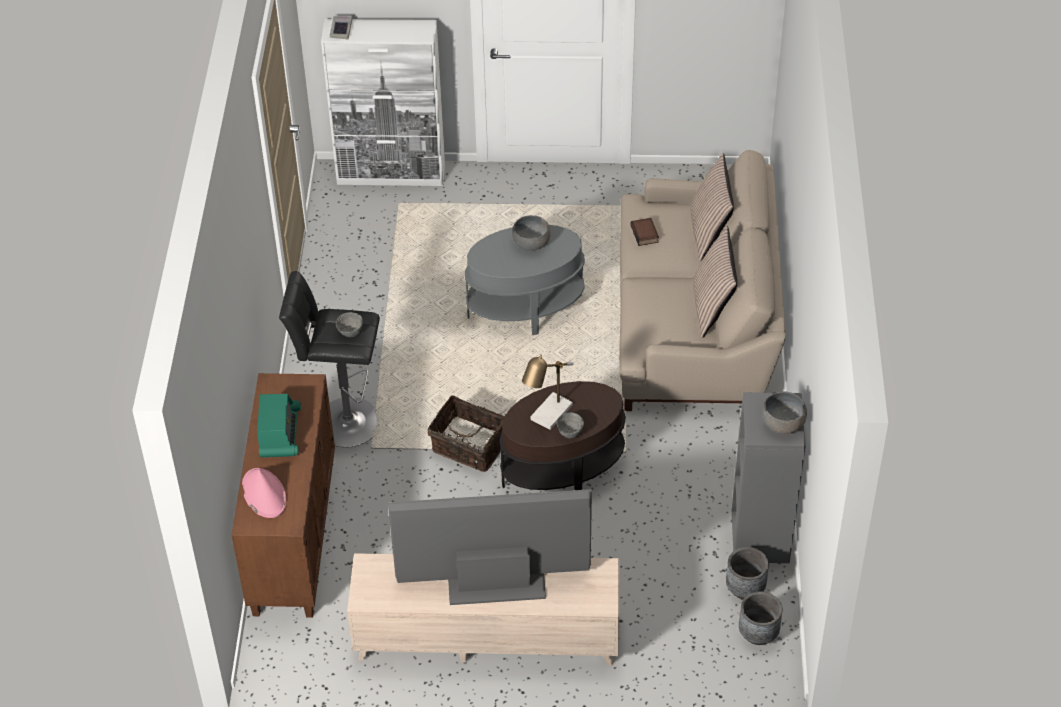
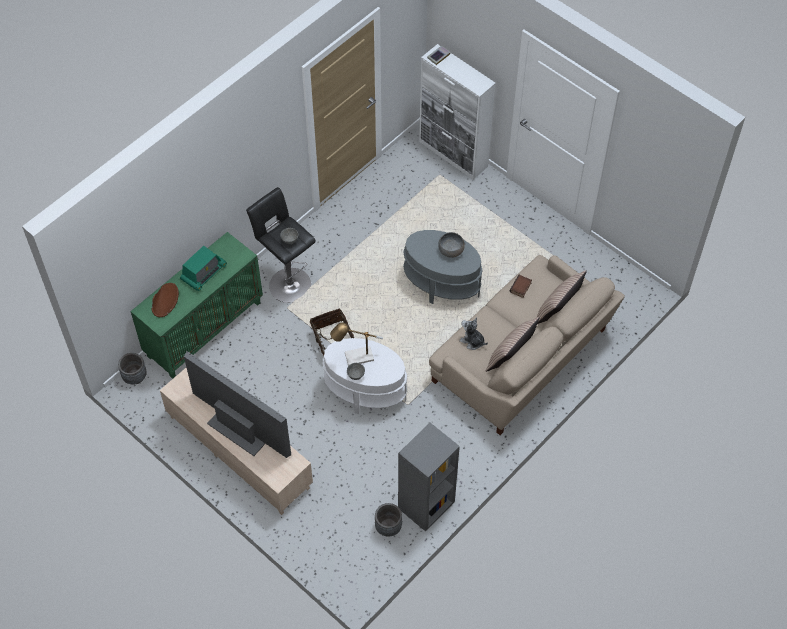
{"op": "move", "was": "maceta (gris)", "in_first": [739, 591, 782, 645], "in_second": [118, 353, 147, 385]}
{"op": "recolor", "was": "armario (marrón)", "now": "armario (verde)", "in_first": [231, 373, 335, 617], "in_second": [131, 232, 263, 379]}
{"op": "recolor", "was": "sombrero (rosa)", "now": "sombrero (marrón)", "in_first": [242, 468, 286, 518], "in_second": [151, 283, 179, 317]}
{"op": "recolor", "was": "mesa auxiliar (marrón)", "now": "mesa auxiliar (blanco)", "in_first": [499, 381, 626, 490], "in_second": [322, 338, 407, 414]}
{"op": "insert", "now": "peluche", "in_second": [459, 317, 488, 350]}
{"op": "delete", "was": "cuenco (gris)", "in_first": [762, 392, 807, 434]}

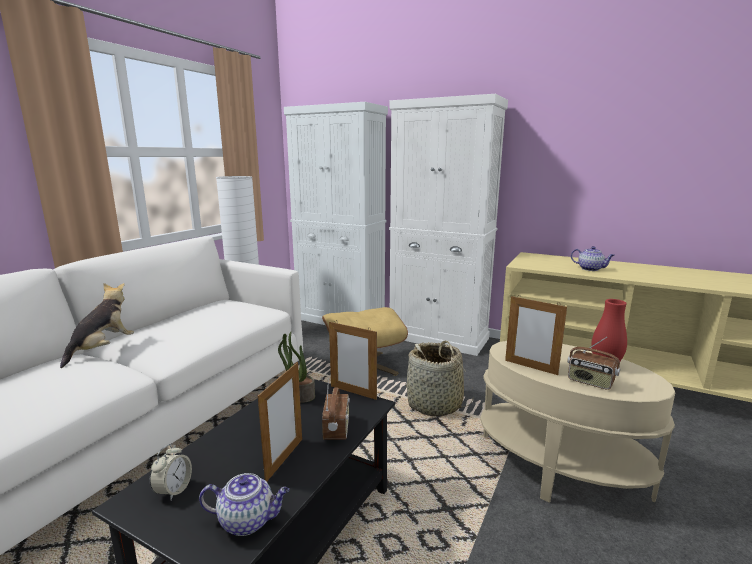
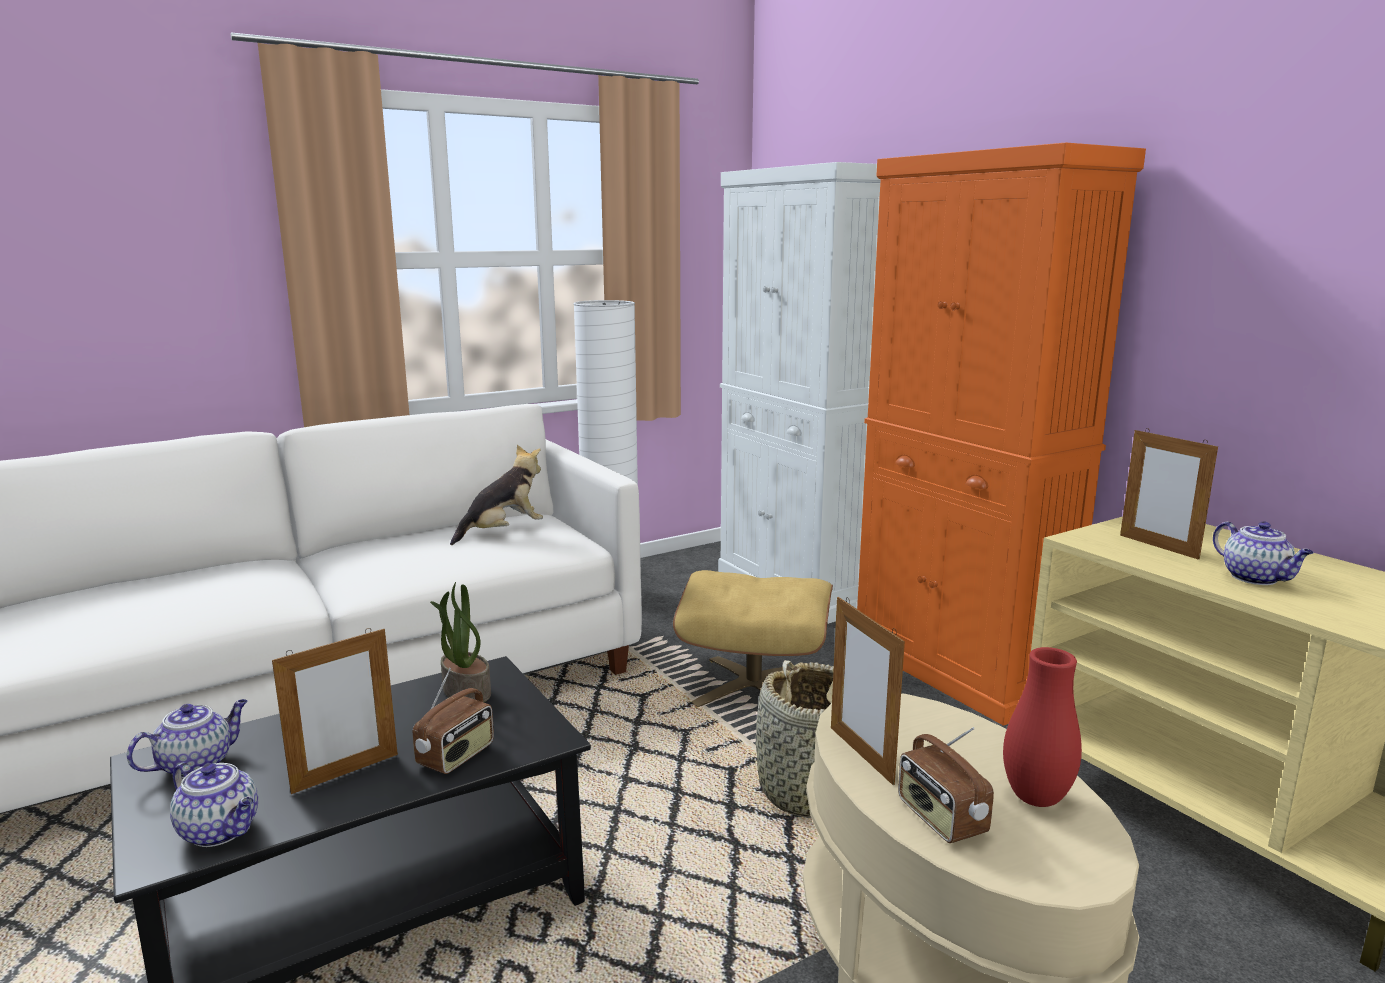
{"op": "replace", "was": "despertador", "now": "tetera", "in_first": [150, 444, 192, 501], "in_second": [127, 699, 247, 778]}
{"op": "move", "was": "peluche", "in_first": [60, 283, 134, 368], "in_second": [450, 445, 543, 545]}
{"op": "recolor", "was": "armario (blanco)", "now": "armario (naranja)", "in_first": [389, 94, 508, 356], "in_second": [857, 143, 1146, 726]}
{"op": "move", "was": "portarretratos", "in_first": [329, 322, 377, 400], "in_second": [1120, 428, 1218, 560]}

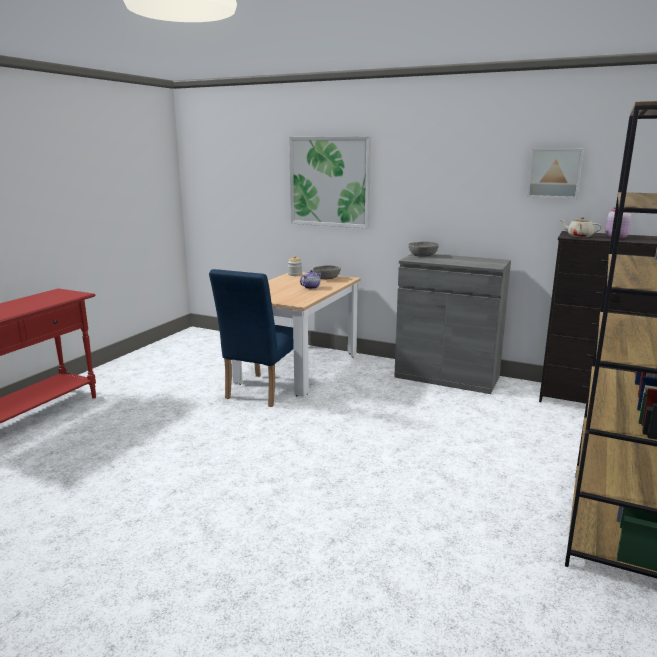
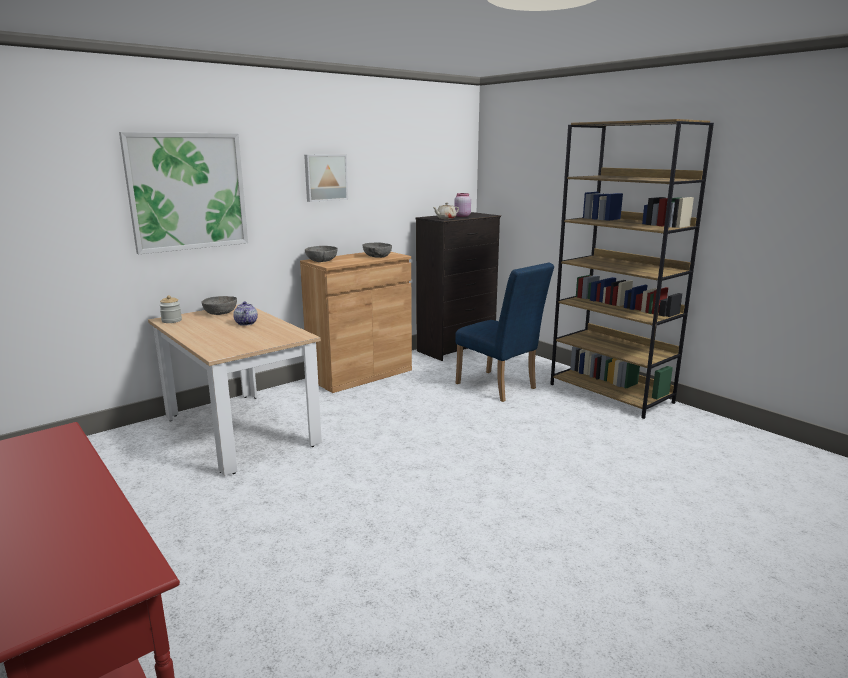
{"op": "recolor", "was": "armario (gris)", "now": "armario (marrón)", "in_first": [394, 254, 511, 394], "in_second": [300, 252, 412, 393]}
{"op": "move", "was": "cuadro", "in_first": [527, 149, 584, 199], "in_second": [304, 154, 348, 202]}
{"op": "insert", "now": "cuenco (gris)", "in_second": [363, 242, 392, 258]}
{"op": "move", "was": "silla (azul)", "in_first": [209, 269, 294, 407], "in_second": [455, 263, 554, 402]}

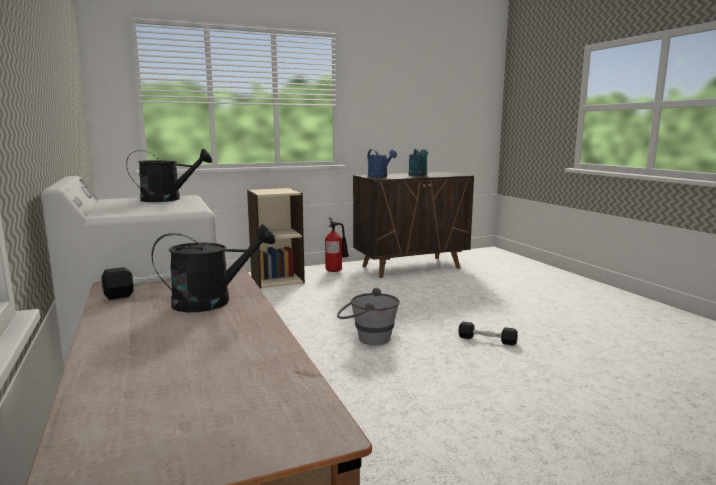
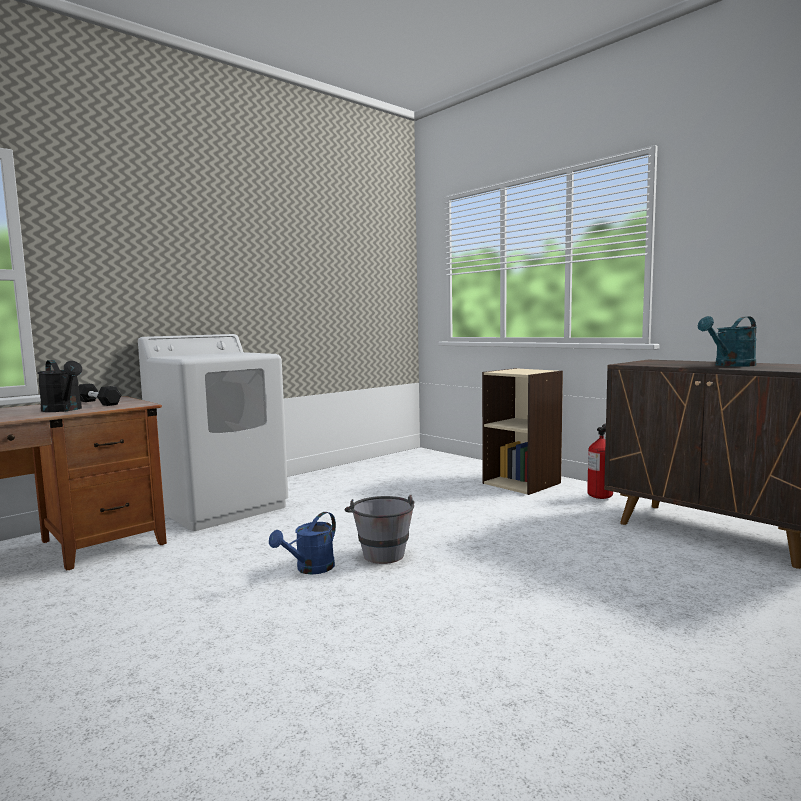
{"op": "move", "was": "regadera (azul)", "in_first": [367, 149, 397, 177], "in_second": [269, 512, 336, 574]}
{"op": "delete", "was": "regadera (negro)", "in_first": [126, 149, 212, 202]}
{"op": "delete", "was": "mancuerna (negro)", "in_first": [458, 322, 518, 346]}

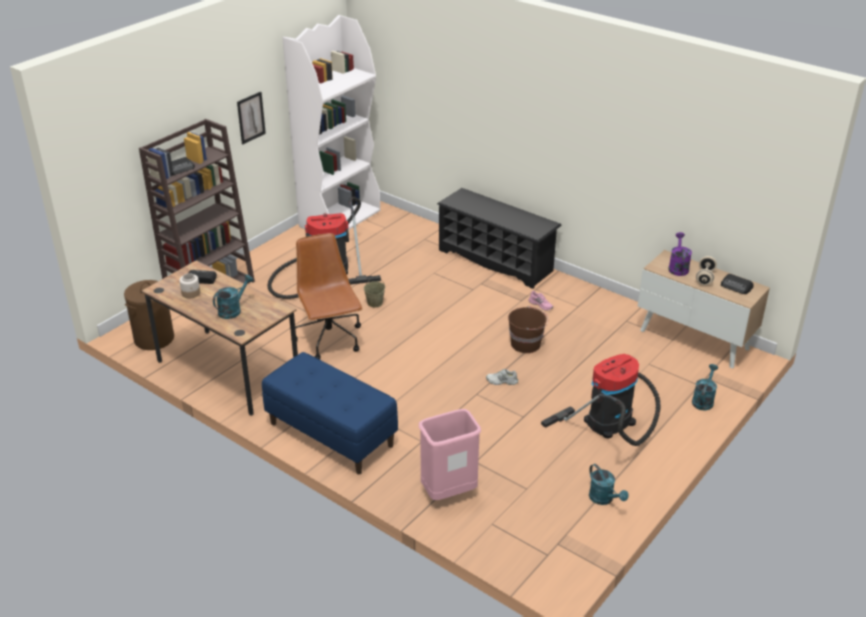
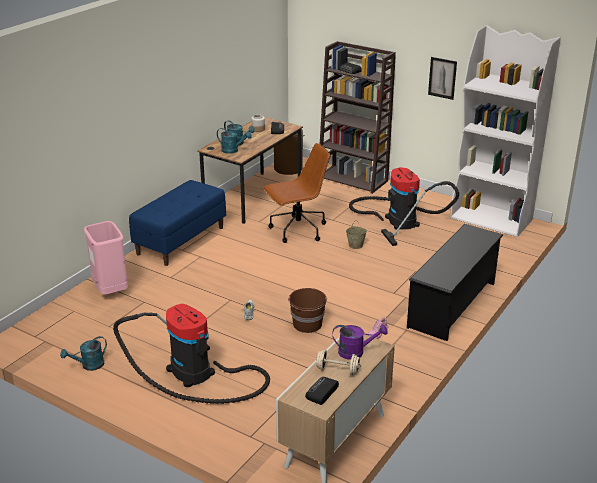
{"op": "move", "was": "regadera (turquesa)", "in_first": [692, 364, 718, 410], "in_second": [217, 128, 252, 154]}

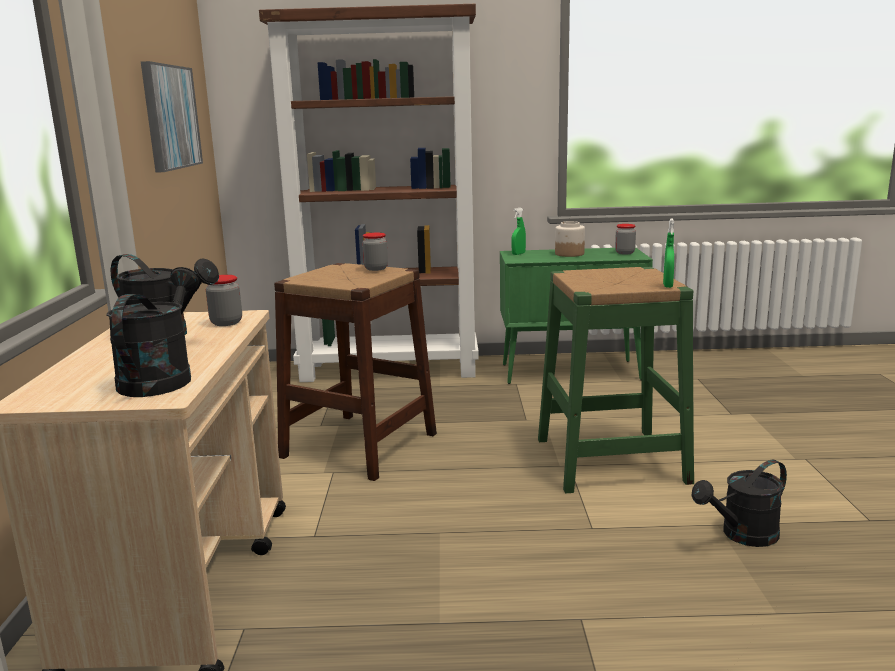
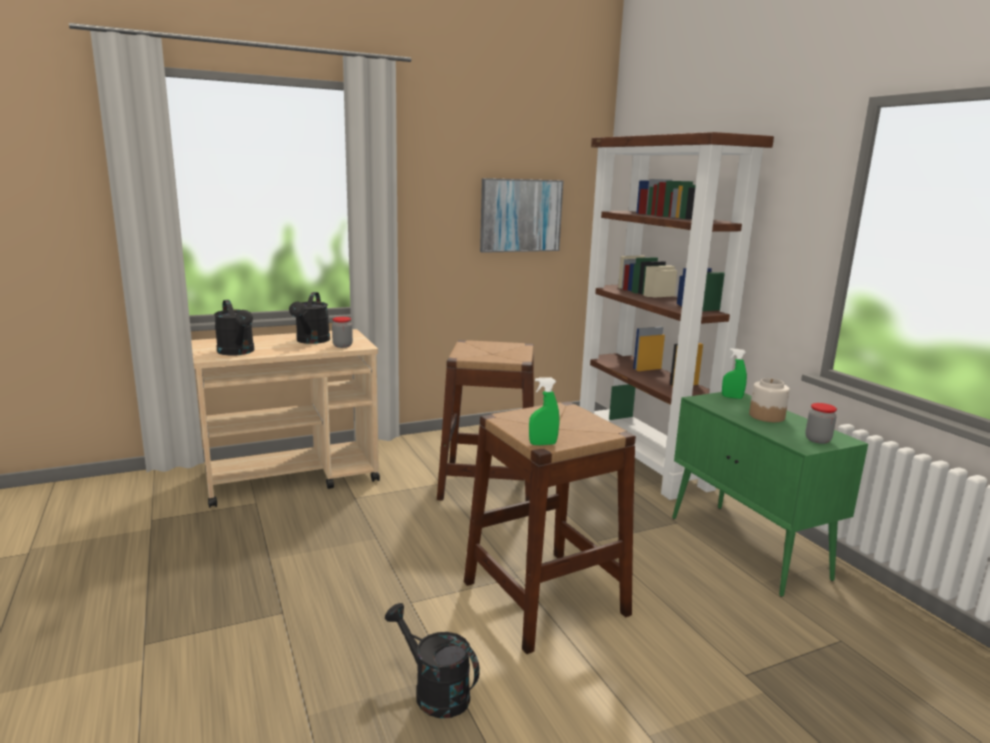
{"op": "rotate", "was": "regadera (negro)", "in_first": [106, 267, 200, 397], "in_second": [214, 300, 254, 356], "clockwise": 75}
{"op": "recolor", "was": "taburete (verde)", "now": "taburete (marrón)", "in_first": [538, 267, 694, 493], "in_second": [464, 401, 636, 654]}
{"op": "delete", "was": "tarro", "in_first": [362, 233, 388, 271]}

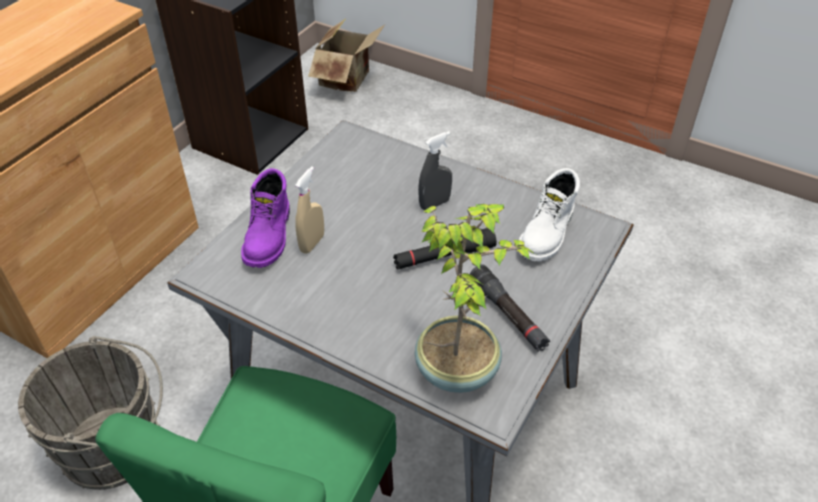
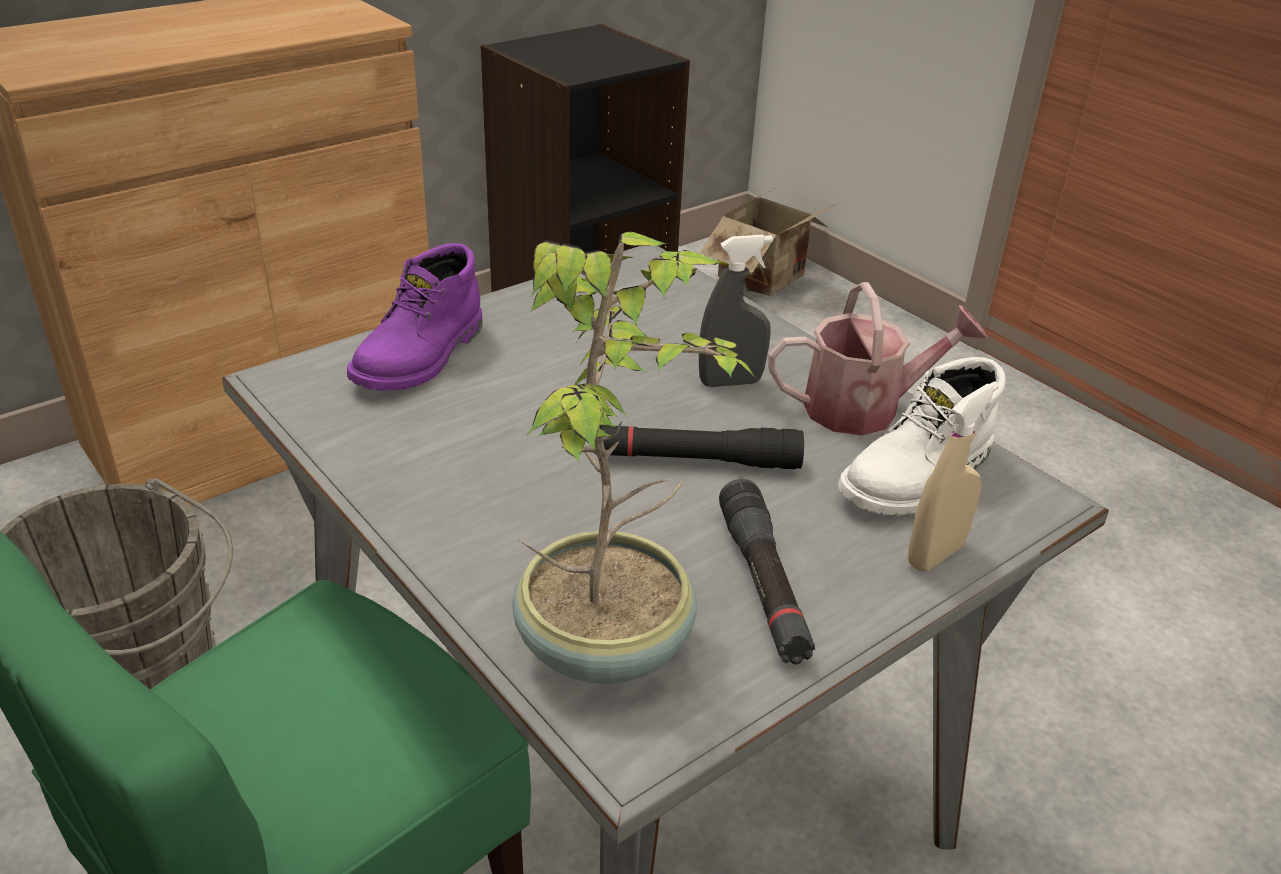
{"op": "insert", "now": "regadera", "in_second": [768, 282, 988, 436]}
{"op": "move", "was": "pulverizador (beis)", "in_first": [295, 166, 324, 254], "in_second": [908, 381, 999, 571]}

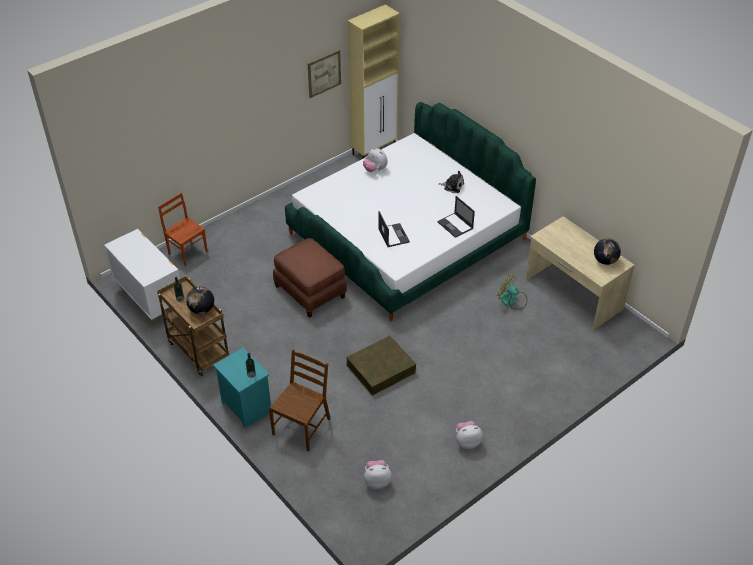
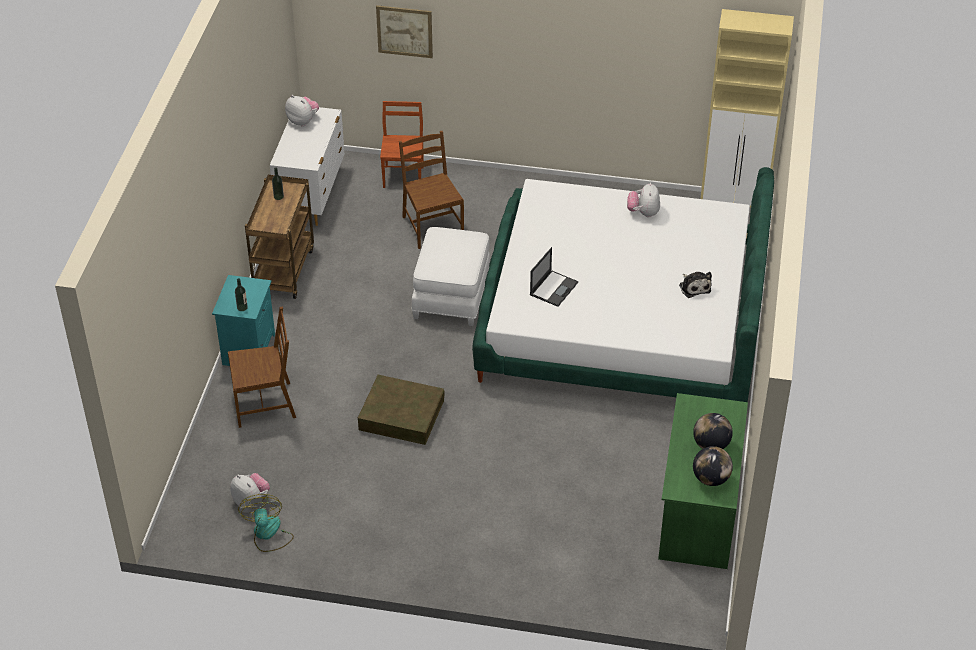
{"op": "move", "was": "ventilador", "in_first": [497, 274, 527, 310], "in_second": [238, 494, 294, 552]}
{"op": "move", "was": "peluche", "in_first": [456, 421, 483, 449], "in_second": [285, 95, 319, 127]}
{"op": "move", "was": "cuadro", "in_first": [308, 50, 341, 98], "in_second": [376, 5, 433, 58]}
{"op": "insert", "now": "silla (marrón)", "in_second": [399, 131, 464, 249]}
{"op": "recolor", "was": "puf (marrón)", "now": "puf (blanco)", "in_first": [273, 238, 347, 318], "in_second": [412, 227, 490, 326]}
{"op": "recolor", "was": "escritorio (beis)", "now": "escritorio (verde)", "in_first": [525, 216, 635, 330], "in_second": [658, 393, 748, 569]}
{"op": "move", "was": "globo terráqueo", "in_first": [186, 287, 214, 314], "in_second": [693, 413, 733, 449]}
{"op": "delete", "was": "portátil", "in_first": [437, 196, 475, 238]}

